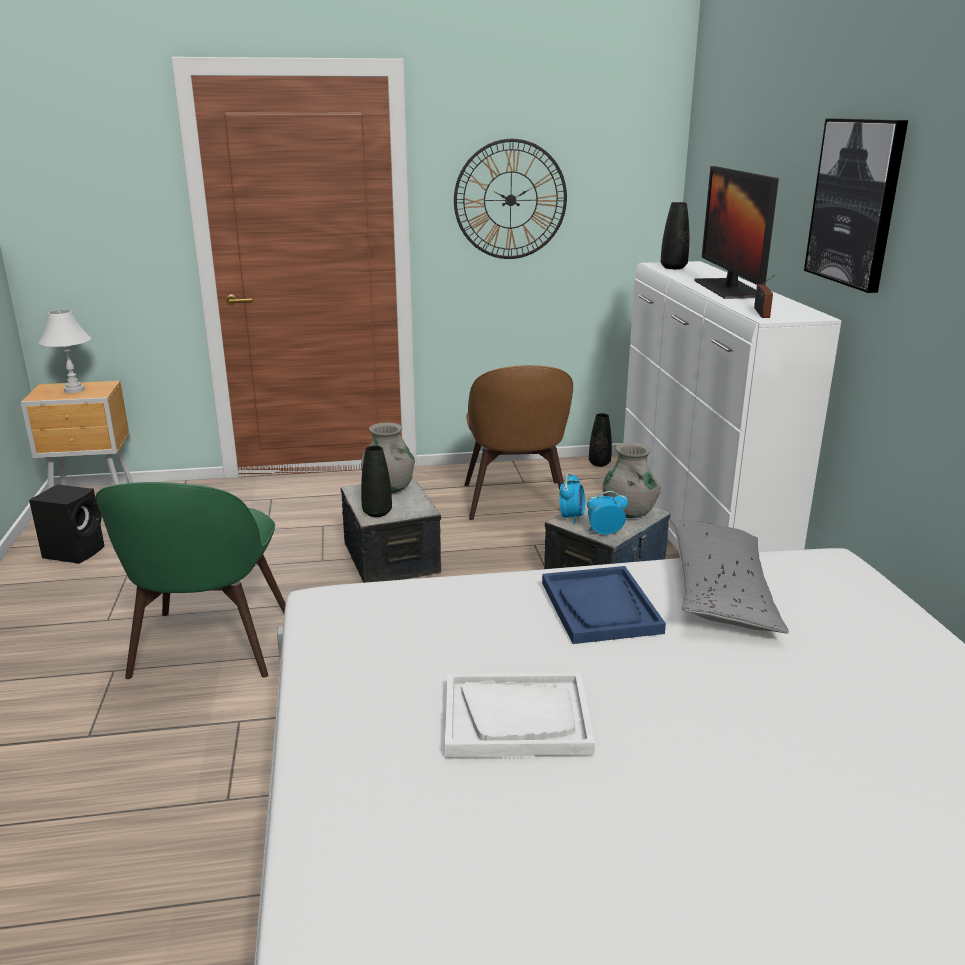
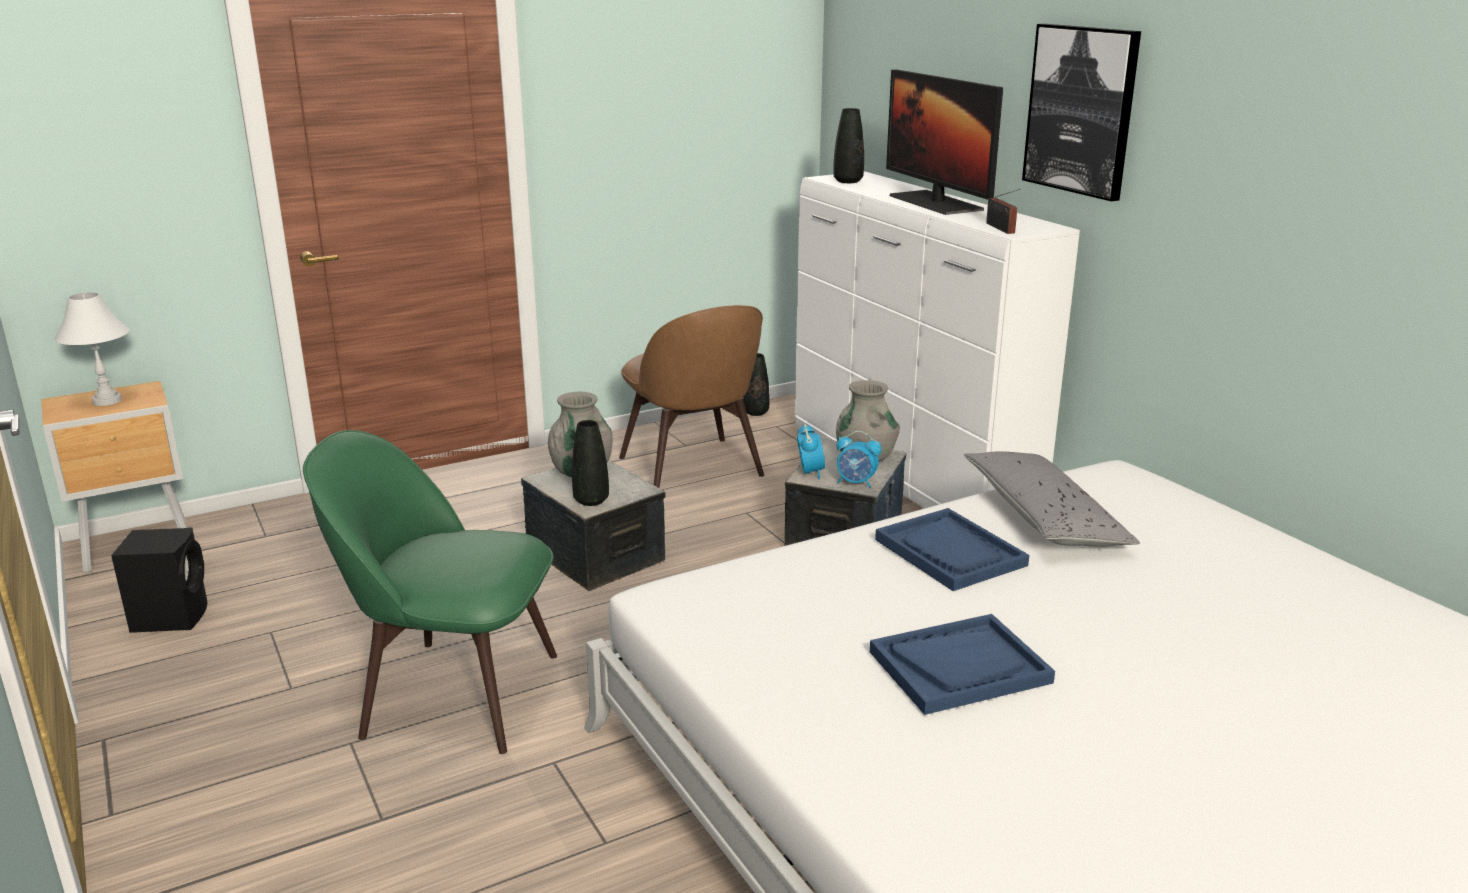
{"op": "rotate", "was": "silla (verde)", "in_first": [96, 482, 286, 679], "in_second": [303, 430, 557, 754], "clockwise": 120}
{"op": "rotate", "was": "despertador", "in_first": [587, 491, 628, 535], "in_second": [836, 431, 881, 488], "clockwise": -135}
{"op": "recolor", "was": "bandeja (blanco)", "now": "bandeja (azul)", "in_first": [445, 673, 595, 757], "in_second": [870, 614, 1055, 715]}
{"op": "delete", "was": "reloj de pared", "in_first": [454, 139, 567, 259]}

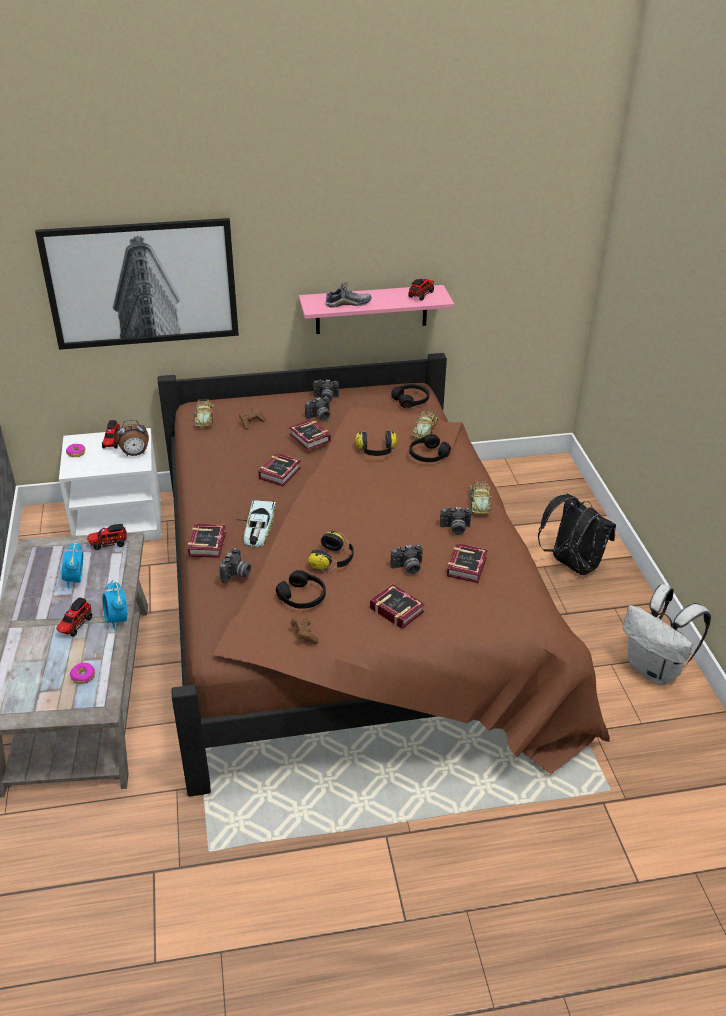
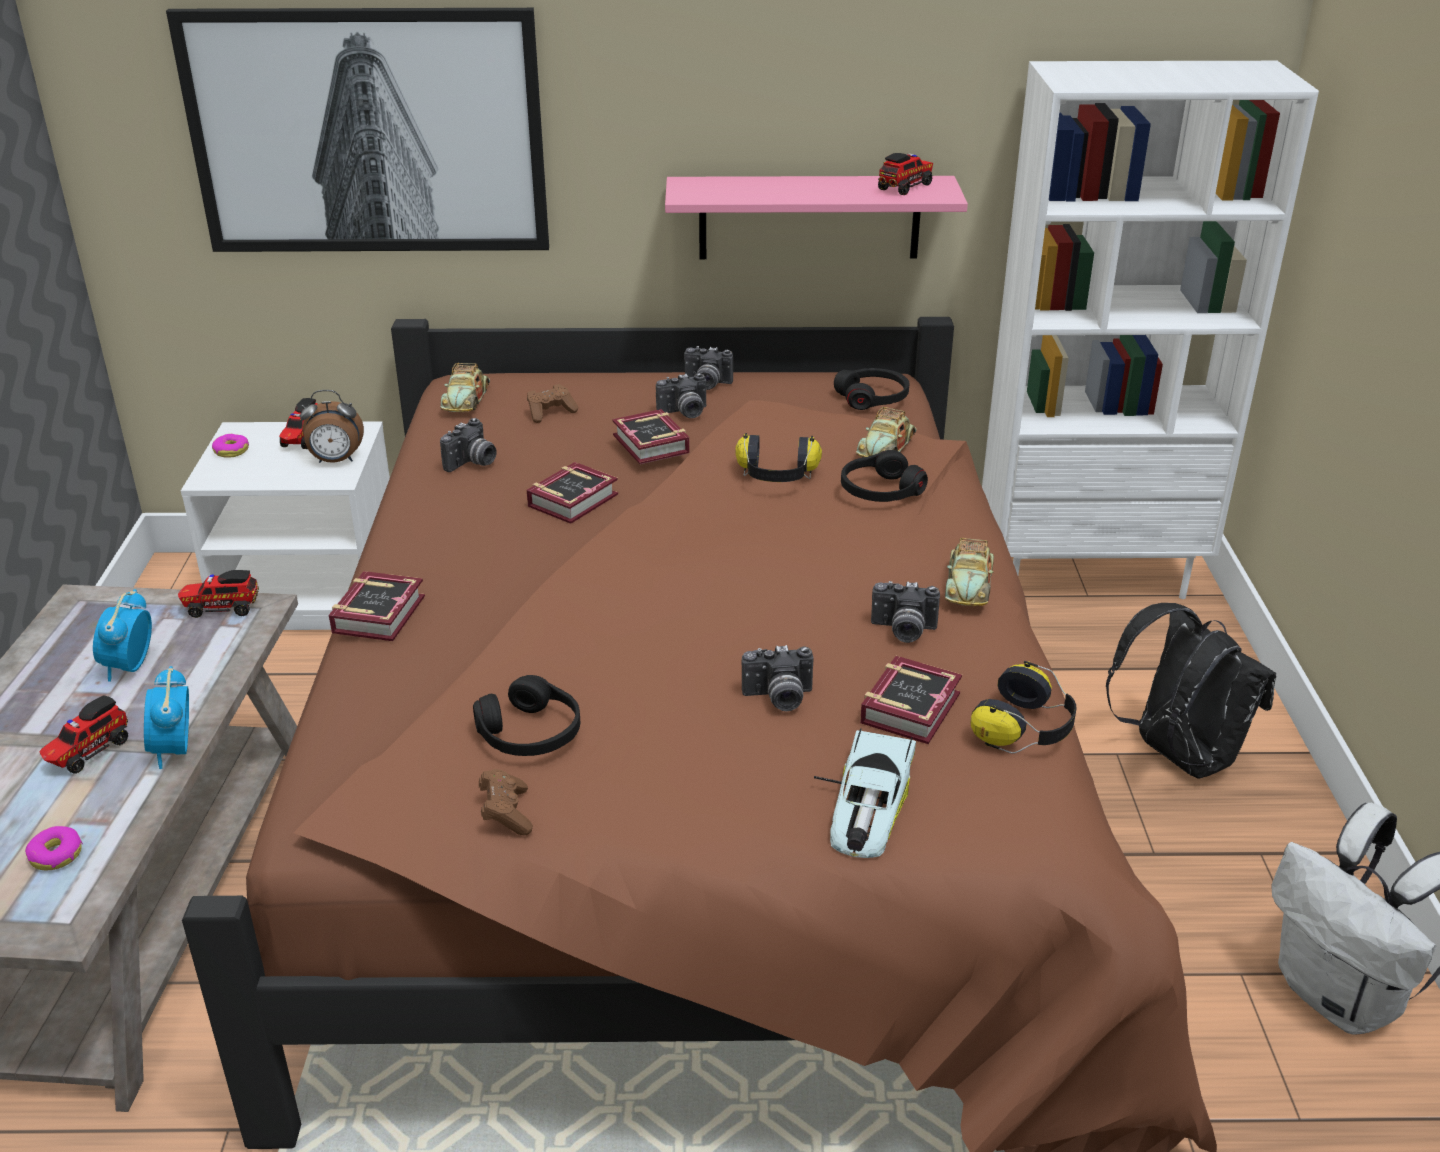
{"op": "move", "was": "cámara", "in_first": [219, 548, 251, 584], "in_second": [440, 418, 497, 472]}
{"op": "move", "was": "coche de juguete", "in_first": [237, 500, 276, 547], "in_second": [814, 728, 916, 858]}
{"op": "move", "was": "auriculares", "in_first": [308, 530, 353, 572], "in_second": [970, 661, 1077, 754]}
{"op": "insert", "now": "estantería (blanco)", "in_second": [982, 61, 1319, 599]}
{"op": "delete", "was": "zapato", "in_first": [325, 282, 371, 308]}
{"op": "delete", "was": "libro", "in_first": [370, 584, 425, 629]}

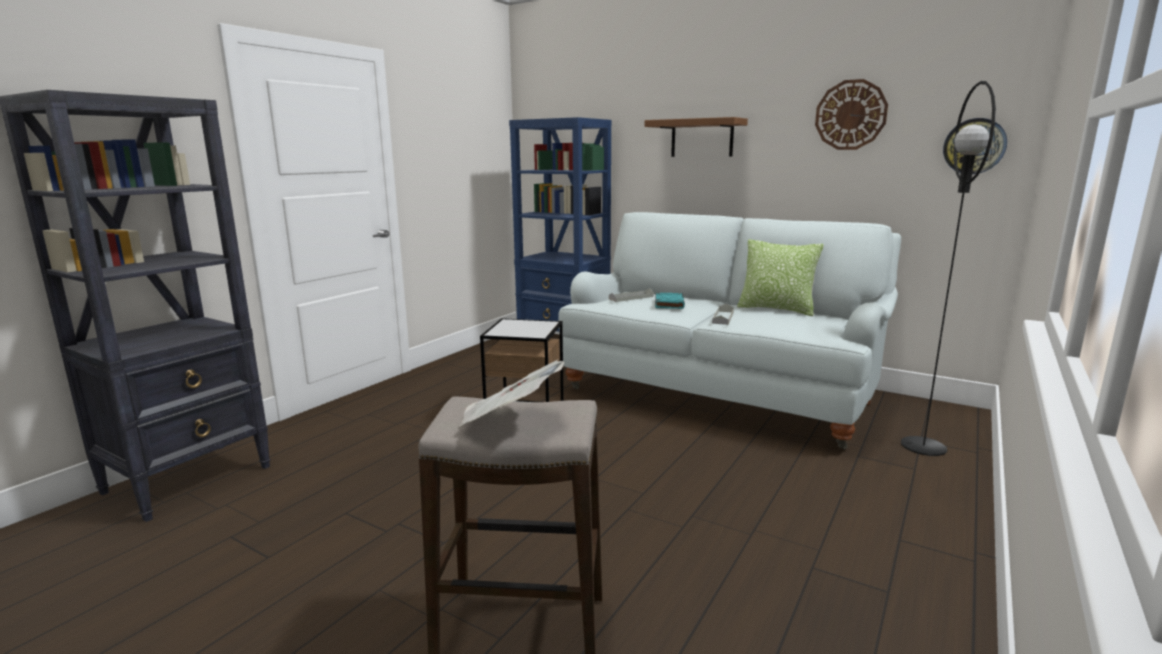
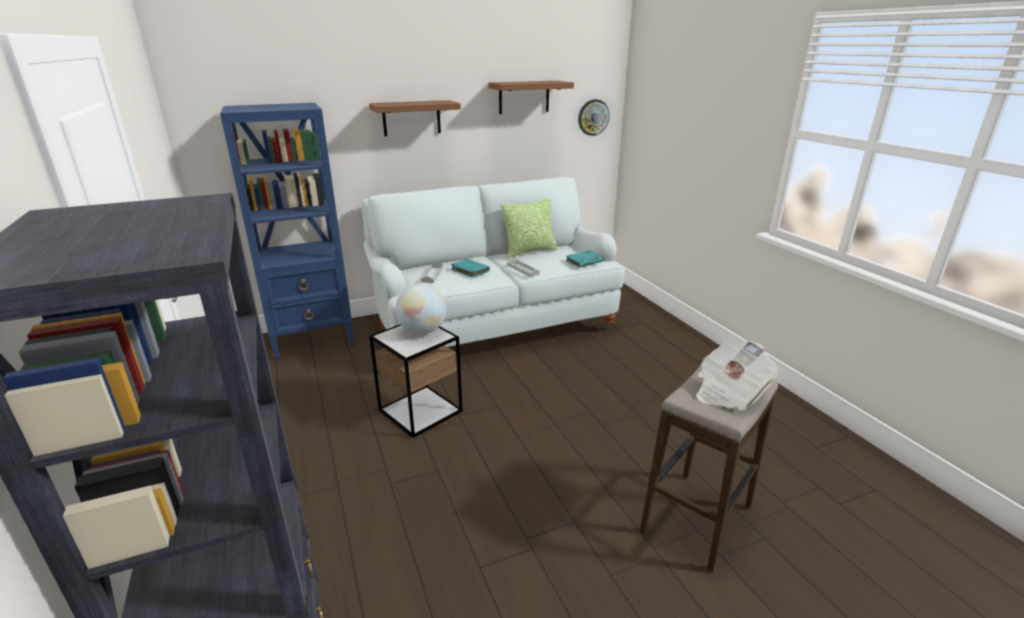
{"op": "insert", "now": "globo terráqueo", "in_second": [395, 284, 447, 334]}
{"op": "replace", "was": "reloj de pared", "now": "estante (marrón)", "in_first": [815, 79, 888, 150], "in_second": [488, 81, 574, 114]}
{"op": "insert", "now": "libro (turquesa)", "in_second": [566, 250, 604, 268]}
{"op": "delete", "was": "lámpara de pie (negro)", "in_first": [901, 81, 996, 456]}

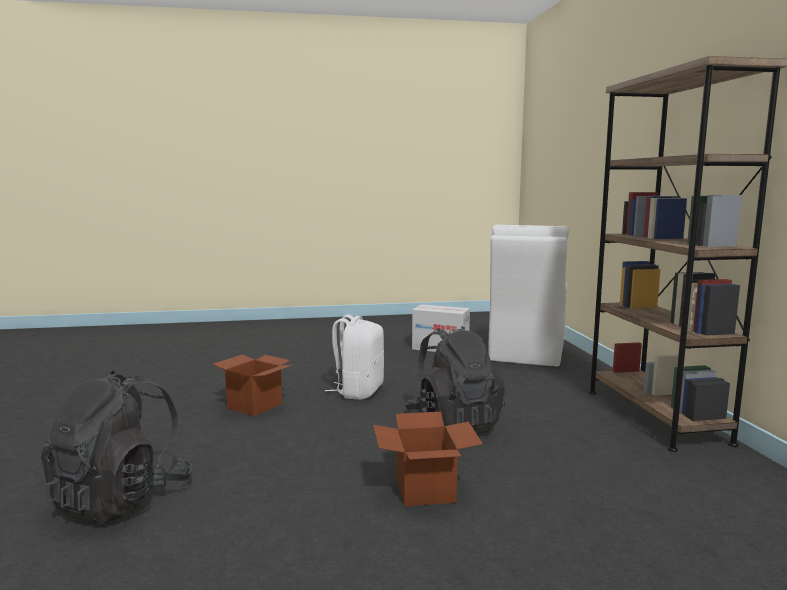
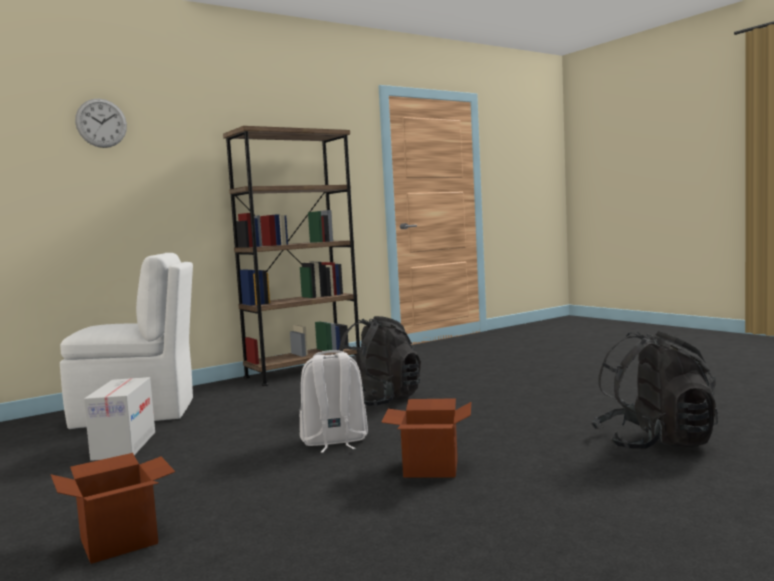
{"op": "move", "was": "caja de cartón", "in_first": [373, 412, 483, 506], "in_second": [51, 453, 175, 564]}
{"op": "insert", "now": "reloj de pared", "in_second": [75, 99, 127, 148]}

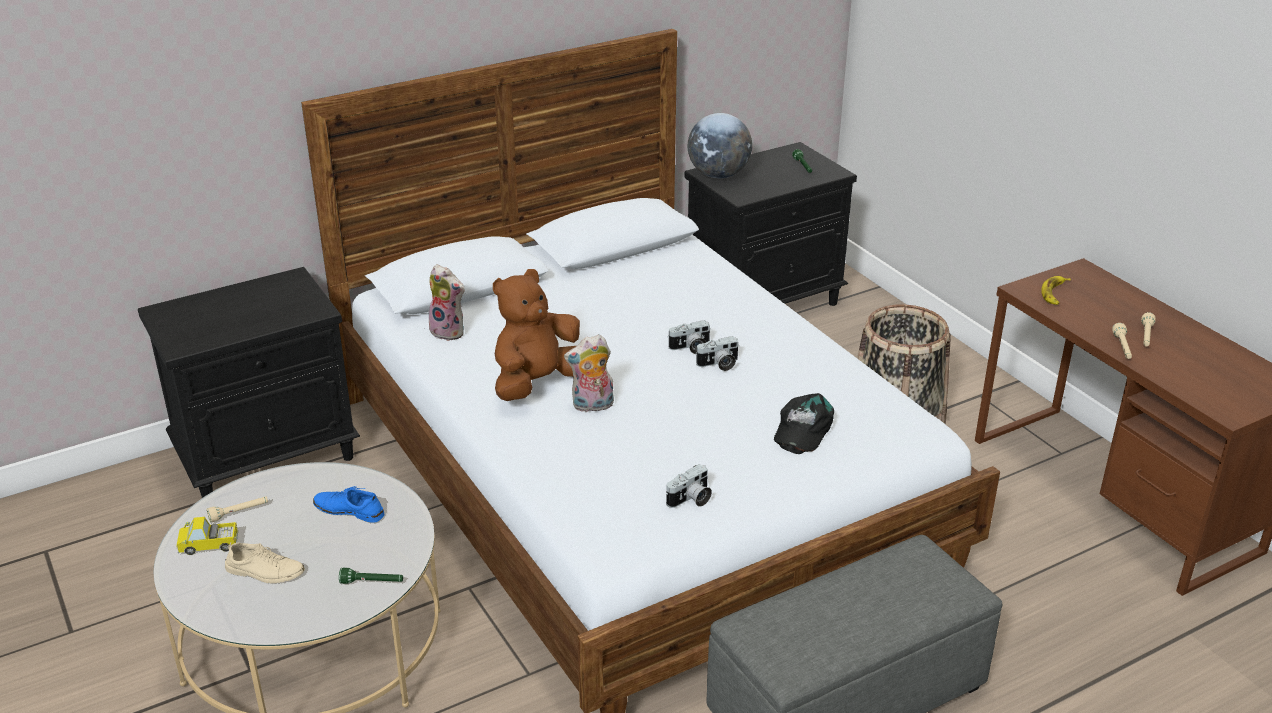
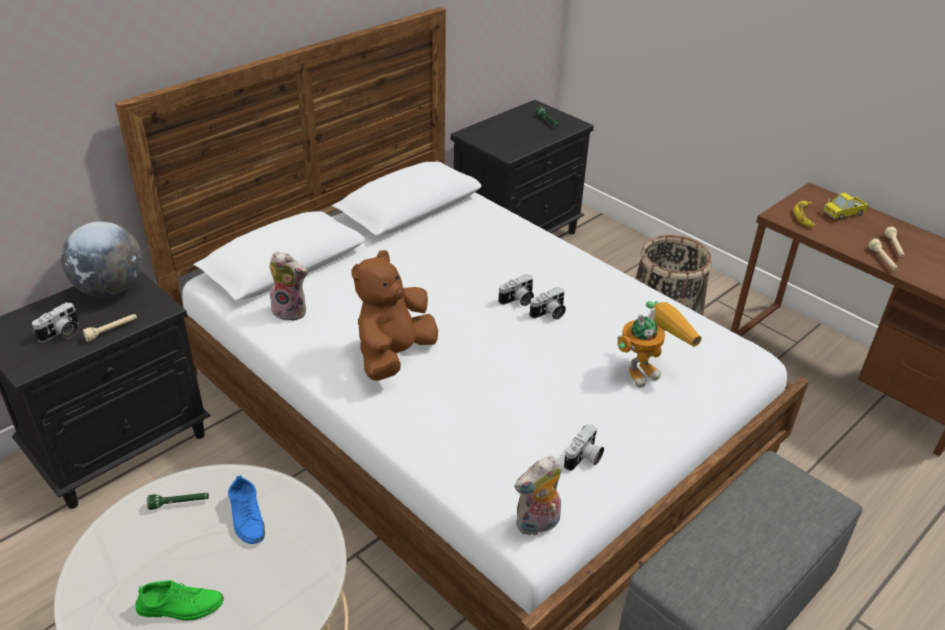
{"op": "insert", "now": "cámara", "in_second": [32, 302, 79, 342]}
{"op": "move", "was": "globo terráqueo", "in_first": [688, 113, 752, 178], "in_second": [61, 221, 142, 297]}
{"op": "move", "was": "linterna (beis)", "in_first": [207, 497, 268, 523], "in_second": [82, 314, 137, 342]}
{"op": "recolor", "was": "zapato (beis)", "now": "zapato (verde)", "in_first": [225, 542, 305, 583], "in_second": [136, 580, 224, 621]}
{"op": "move", "was": "linterna (verde)", "in_first": [339, 568, 403, 584], "in_second": [147, 493, 209, 510]}
{"op": "rotate", "was": "zapato (azul)", "in_first": [313, 486, 384, 523], "in_second": [228, 475, 265, 544], "clockwise": -120}
{"op": "move", "was": "peluche", "in_first": [564, 334, 614, 412], "in_second": [514, 456, 561, 536]}
{"op": "replace", "was": "gorra (negro)", "now": "robot de juguete", "in_first": [774, 393, 834, 454], "in_second": [617, 301, 702, 388]}
{"op": "move", "was": "camión de juguete", "in_first": [176, 517, 238, 555], "in_second": [823, 193, 868, 220]}

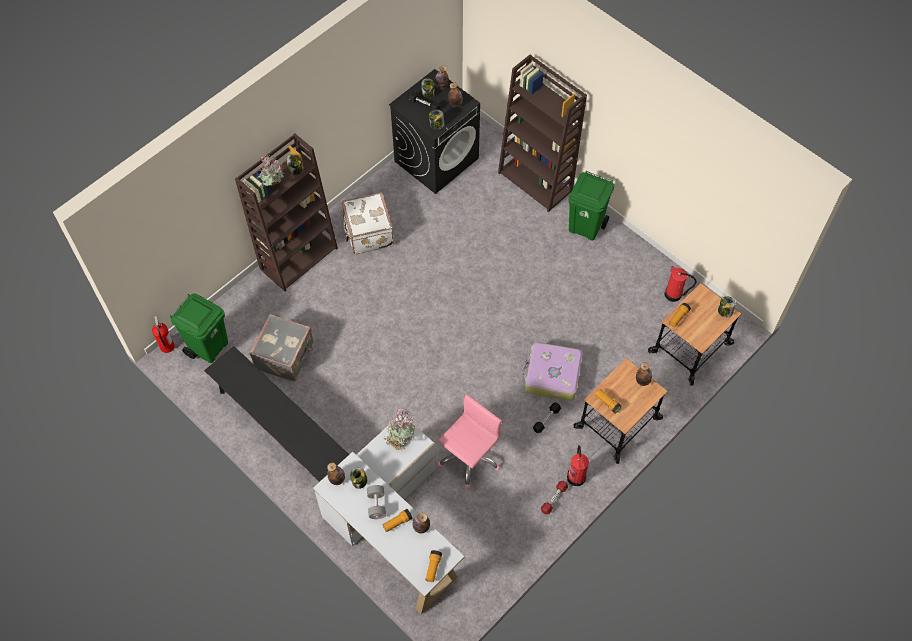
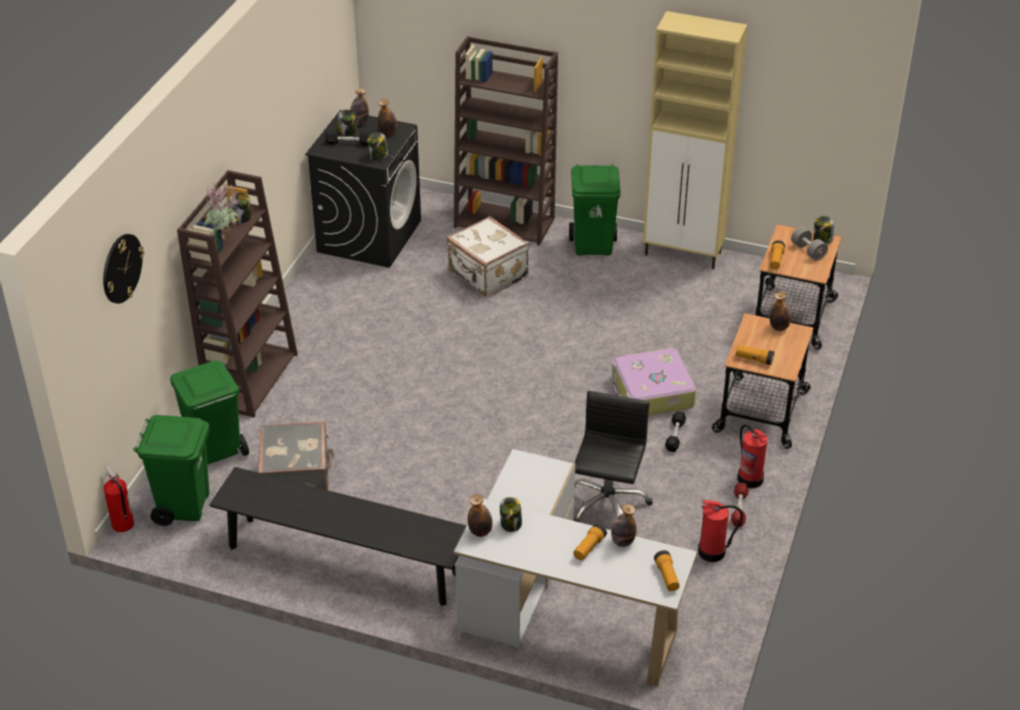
{"op": "insert", "now": "reloj de pared", "in_second": [103, 234, 144, 304]}
{"op": "insert", "now": "papelera (verde)", "in_second": [170, 360, 249, 465]}
{"op": "move", "was": "maleta (blanco)", "in_first": [341, 192, 394, 254], "in_second": [447, 216, 529, 297]}
{"op": "recolor", "was": "silla de oficina (rosa)", "now": "silla de oficina (negro)", "in_first": [437, 394, 502, 488], "in_second": [574, 391, 653, 522]}
{"op": "insert", "now": "armario (beis)", "in_second": [643, 11, 747, 269]}
{"op": "move", "was": "extintor", "in_first": [665, 266, 696, 302], "in_second": [698, 500, 743, 562]}
{"op": "move", "was": "mancuerna (gris)", "in_first": [367, 485, 386, 519], "in_second": [791, 226, 828, 261]}
{"op": "delete", "was": "planta en maceta", "in_first": [383, 408, 415, 450]}

